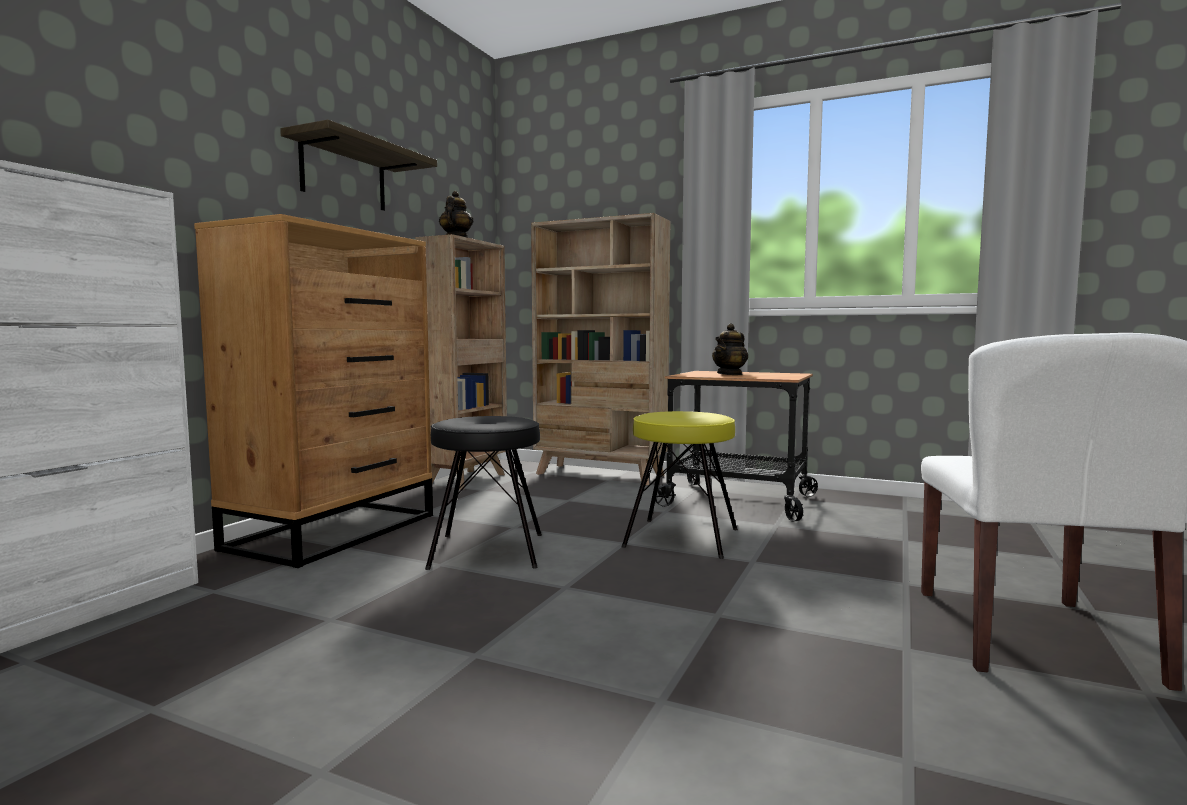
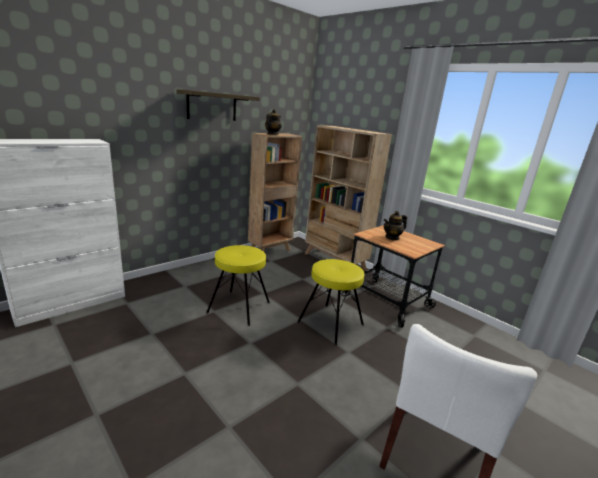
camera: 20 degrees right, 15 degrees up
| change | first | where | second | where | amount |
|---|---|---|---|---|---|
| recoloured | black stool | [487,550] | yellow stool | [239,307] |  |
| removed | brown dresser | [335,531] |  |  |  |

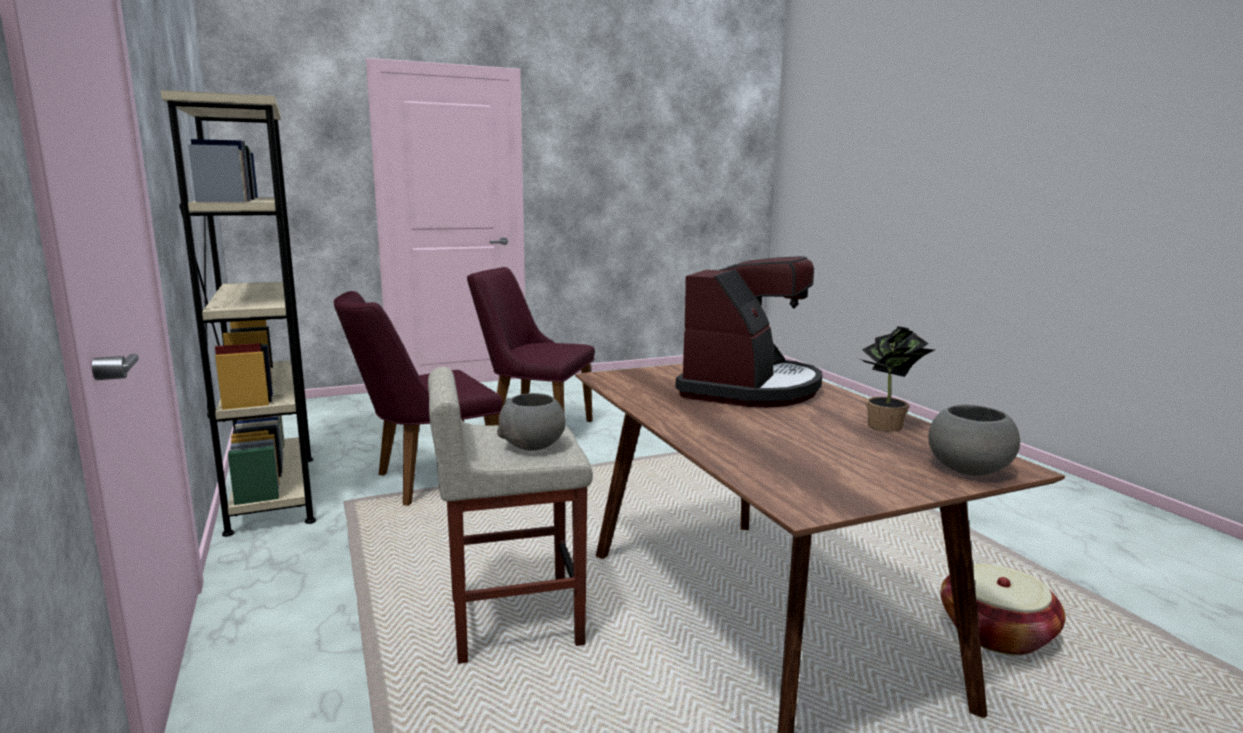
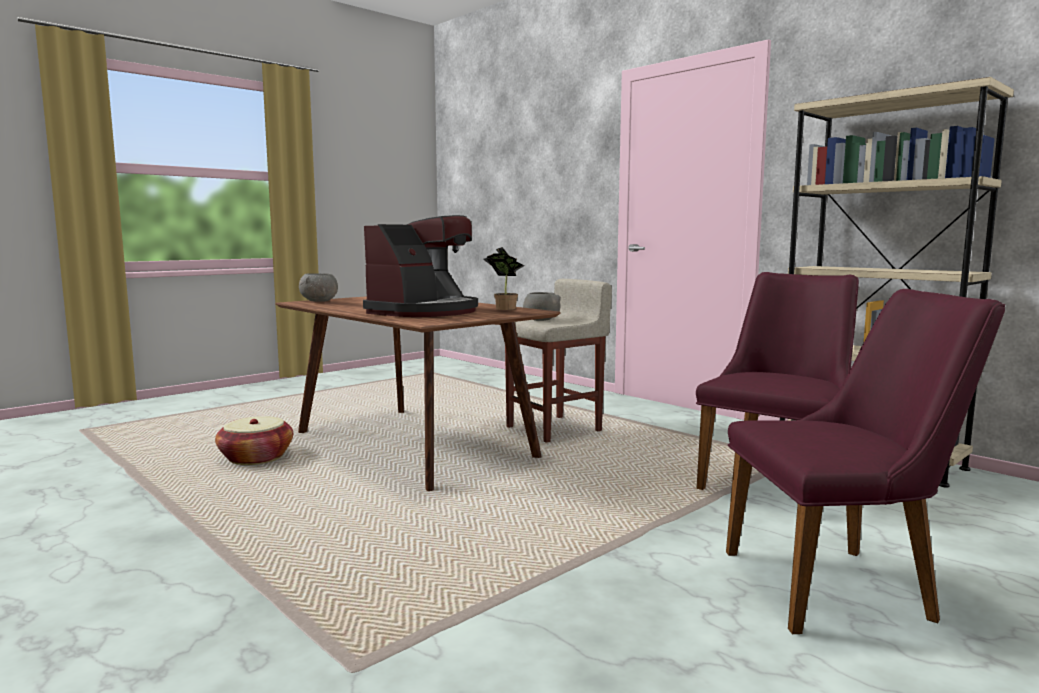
camera: 160 degrees right, 5 degrees down
| change | first | where | second | where | amount |
|---|---|---|---|---|---|
| turned | coffee machine | [749,388] |  | [425,312] | 150 degrees counterclockwise |
| moved | potted plant | [888,428] |  | [504,308] |  |

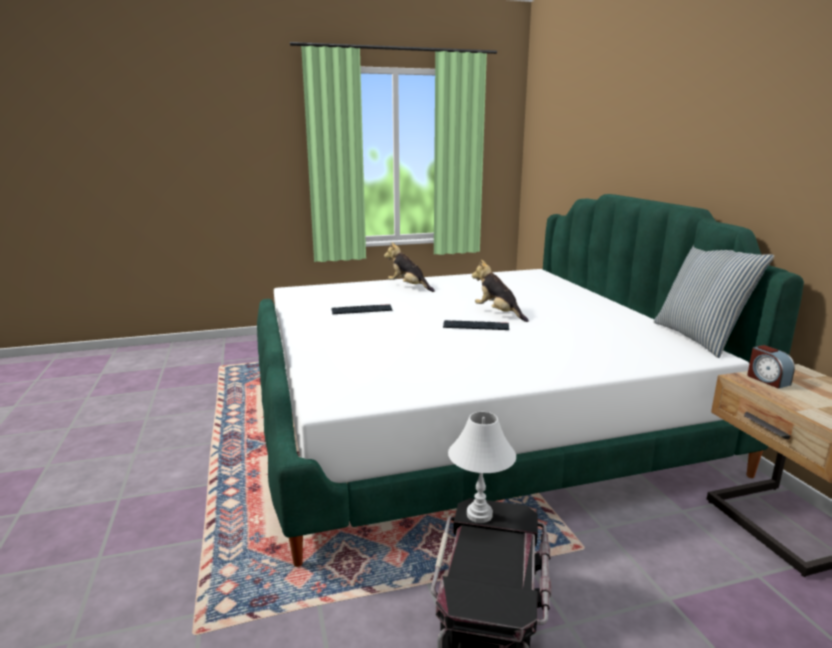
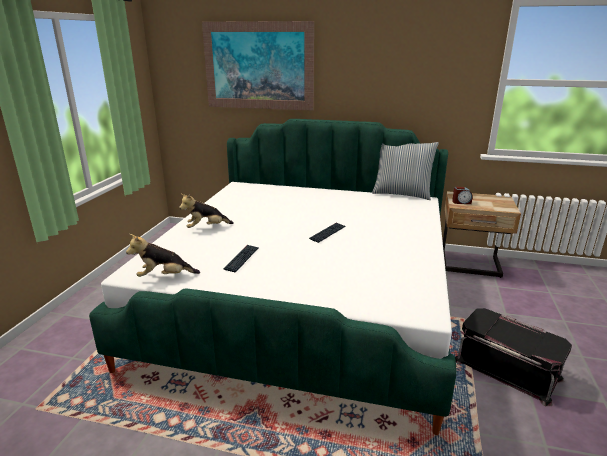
camera: 60 degrees left, 5 degrees up
| change | first | where | second | where | amount |
|---|---|---|---|---|---|
| moved | plush toy | [498,313] |  | [164,276] |  |
| added |  |  | picture | [258,66] |  |
| removed | white table lamp | [480,514] |  |  |  |

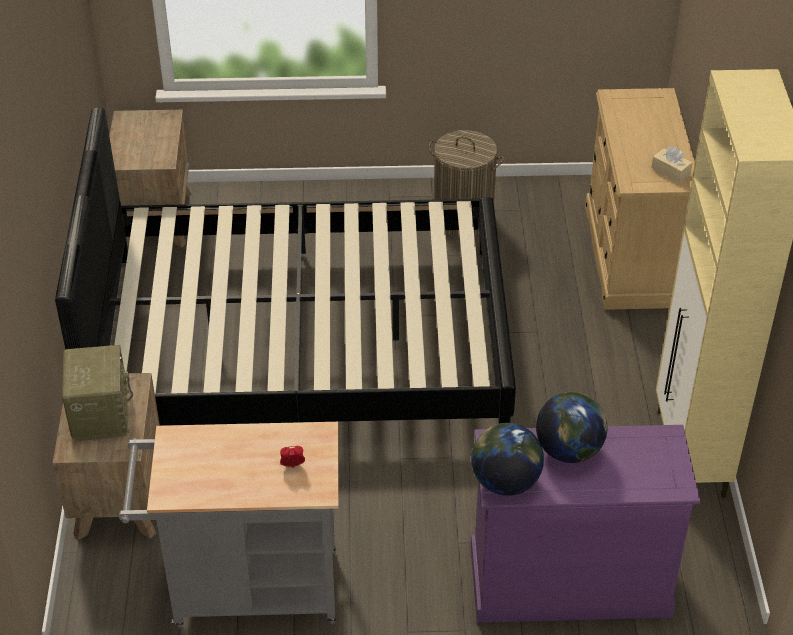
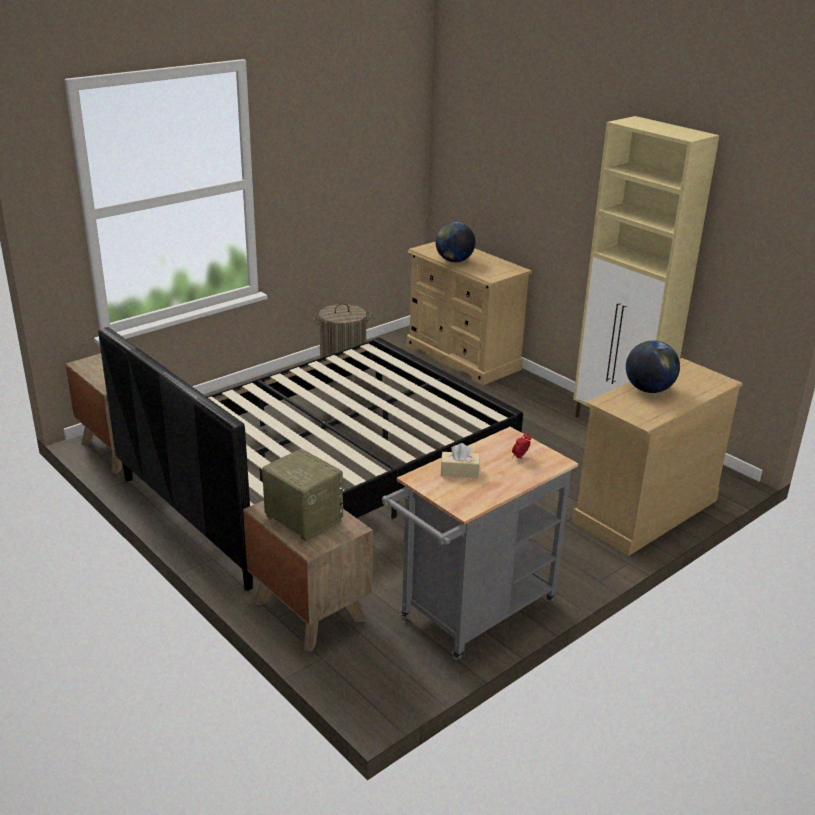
camera: 40 degrees left, 15 degrees down
| change | first | where | second | where | amount |
|---|---|---|---|---|---|
| moved | globe | [505,481] |  | [454,261] |  |
| moved | beige tissue box | [670,171] |  | [459,471] |  |
| recoloured | purple dresser | [569,580] | beige dresser | [644,511] |  |

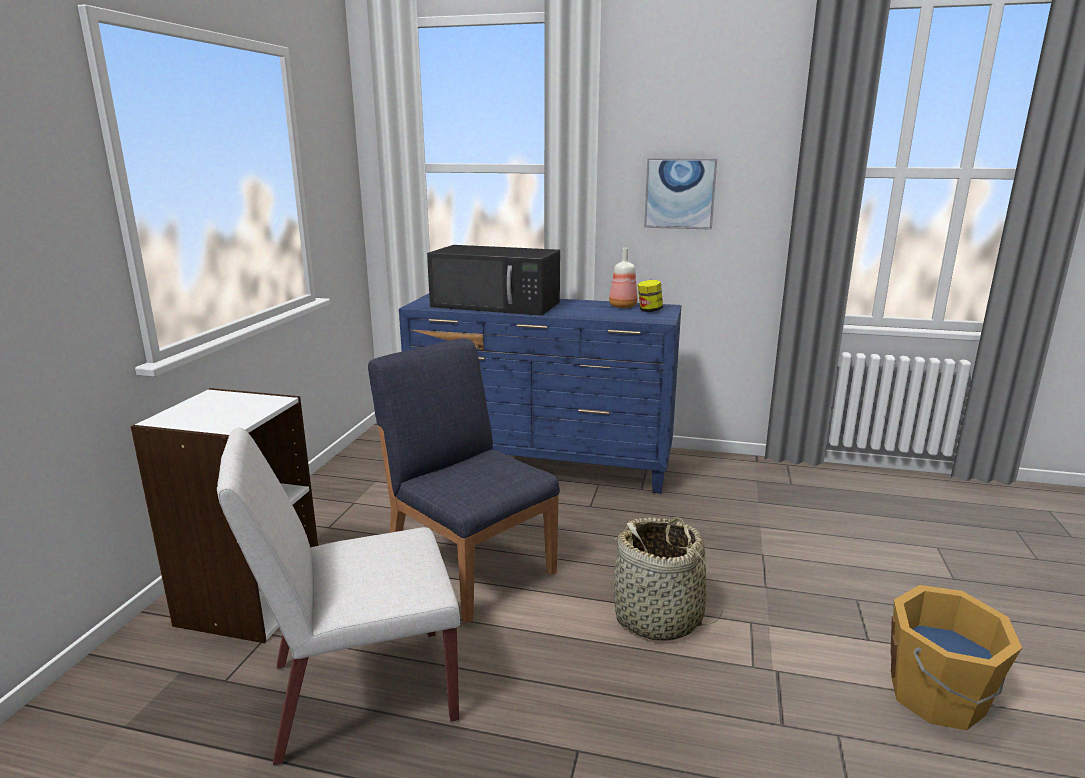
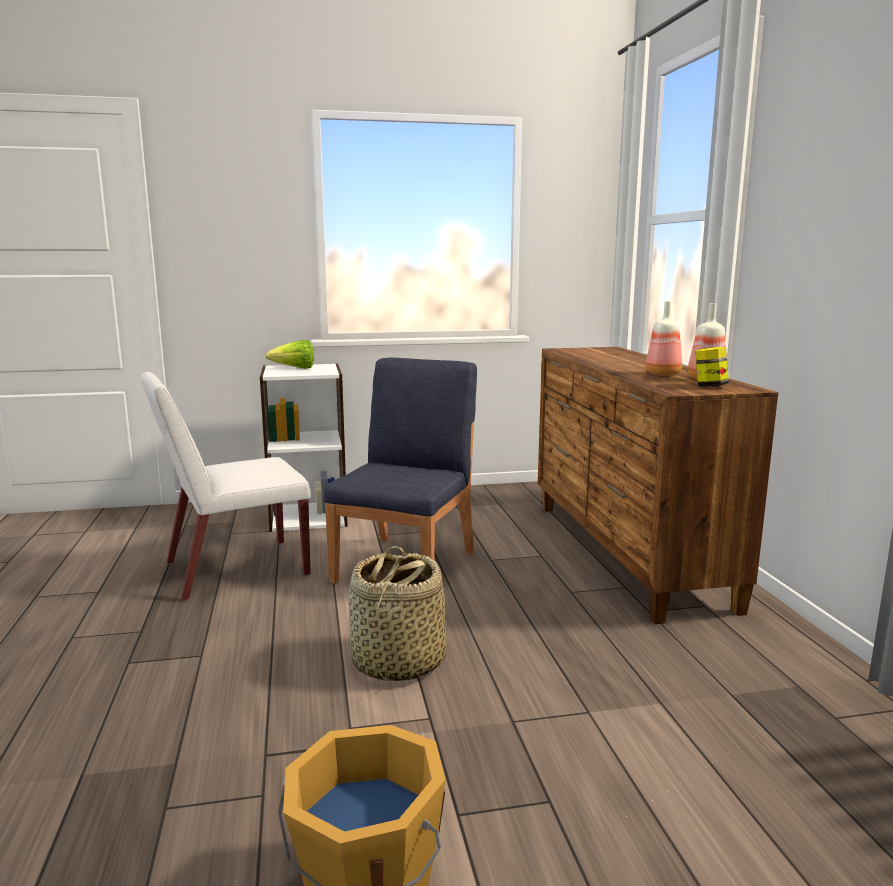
camera: 65 degrees right, 5 degrees down
| change | first | where | second | where | amount |
|---|---|---|---|---|---|
| turned | white chair | [360,692] |  | [235,569] | 75 degrees counterclockwise |
| added |  |  | lettuce | [295,369] |  |
| recoloured | blue dresser | [542,465] | brown dresser | [625,553] |  |
| added |  |  | bottle | [664,374] |  |
| removed | black microwave | [497,304] |  |  |  |
| removed | picture | [680,193] |  |  |  |

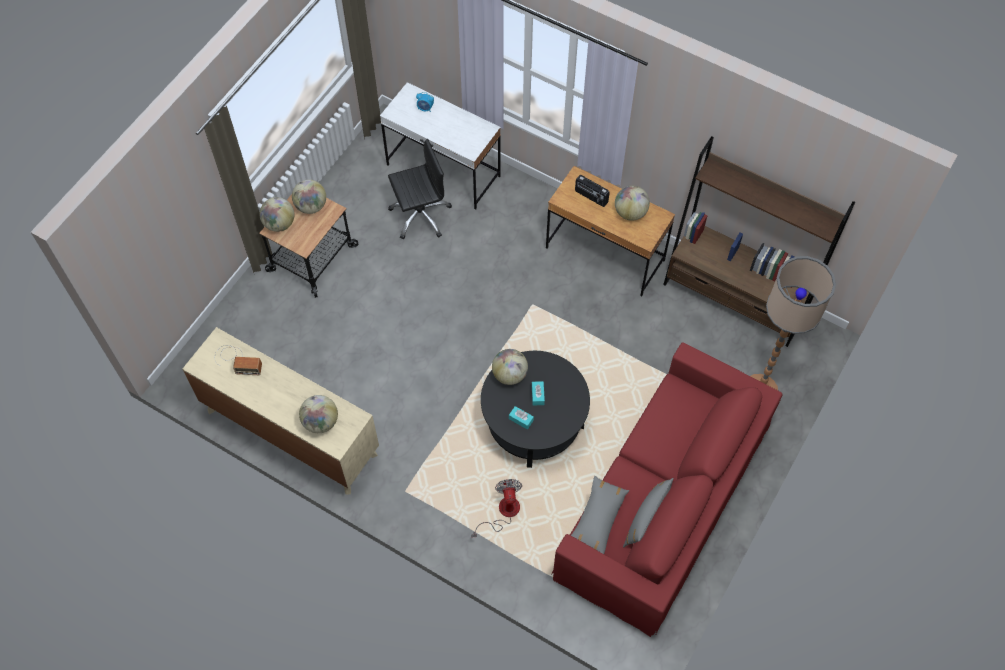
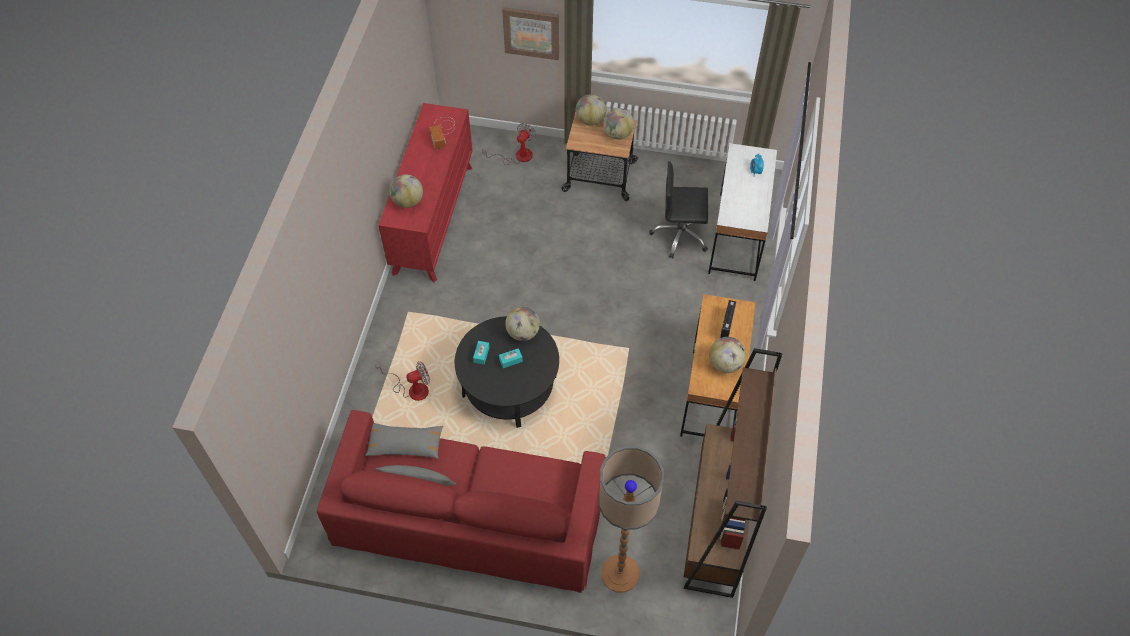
camera: 70 degrees right, 5 degrees down
| change | first | where | second | where | amount |
|---|---|---|---|---|---|
| recoloured | beige dresser | [291,432] | red dresser | [433,218] |  |
| added |  |  | fan | [517,156] |  |
| added |  |  | picture | [531,32] |  |
| turned | black office chair | [420,215] |  | [680,235] | 135 degrees clockwise |

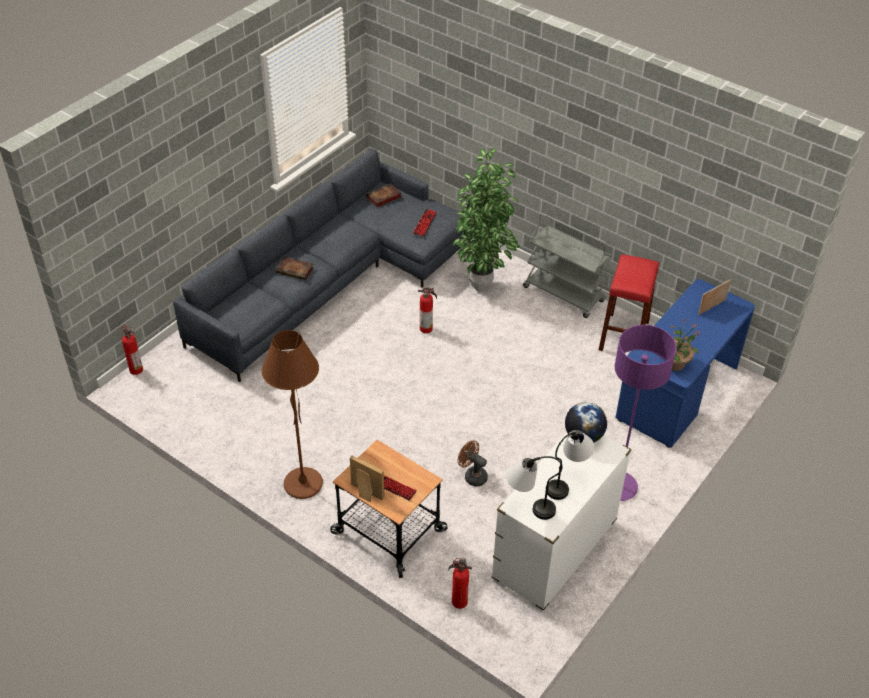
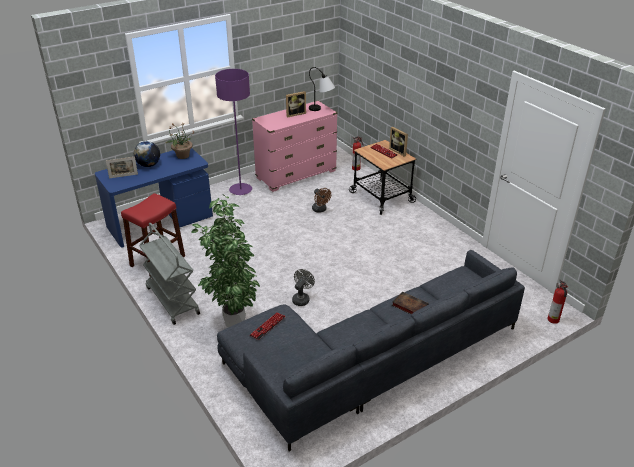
camera: 160 degrees left, 10 degrees down
| change | first | where | second | where | amount |
|---|---|---|---|---|---|
| moved | globe | [583,436] |  | [148,165] |  |
| recoloured | white dresser | [554,552] | pink dresser | [296,175] |  |
| replaced | table lamp | [567,482] | picture frame | [295,114] |  |
| replaced | fire extinguisher | [427,329] | grey fan | [302,298] |  |
| removed | brown floor lamp | [303,484] |  |  |  |
| removed | book | [383,197] |  |  |  |

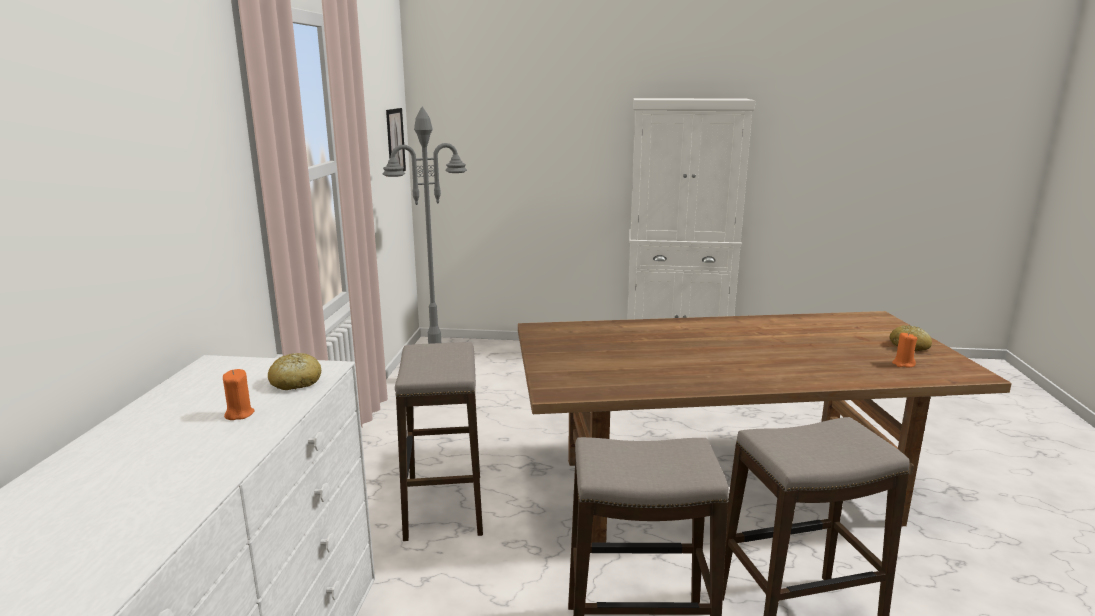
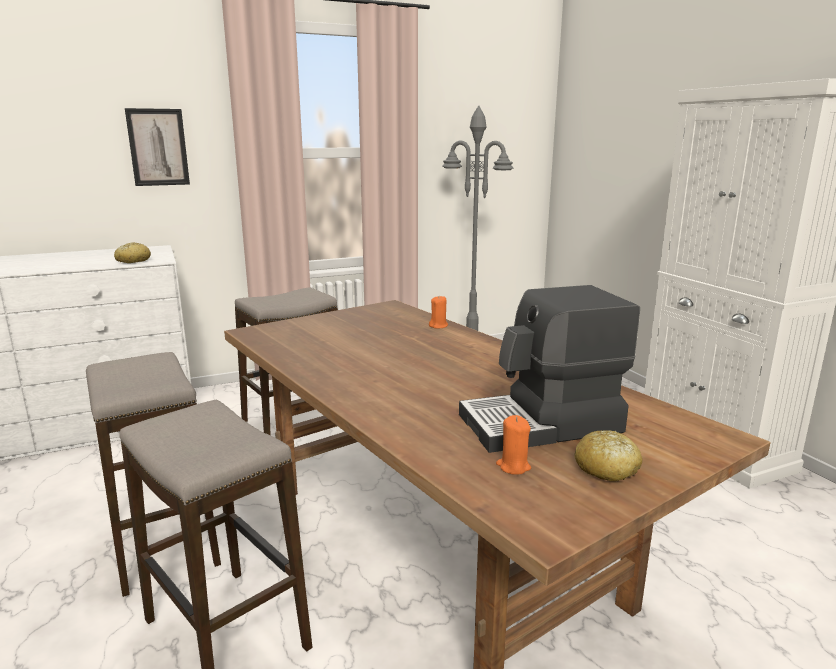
camera: 60 degrees right, 0 degrees up
| change | first | where | second | where | amount |
|---|---|---|---|---|---|
| moved | picture | [395,141] |  | [158,147] |  |
| moved | orange candle | [239,414] |  | [438,326] |  |
| added |  |  | coffee machine | [542,424] |  |

